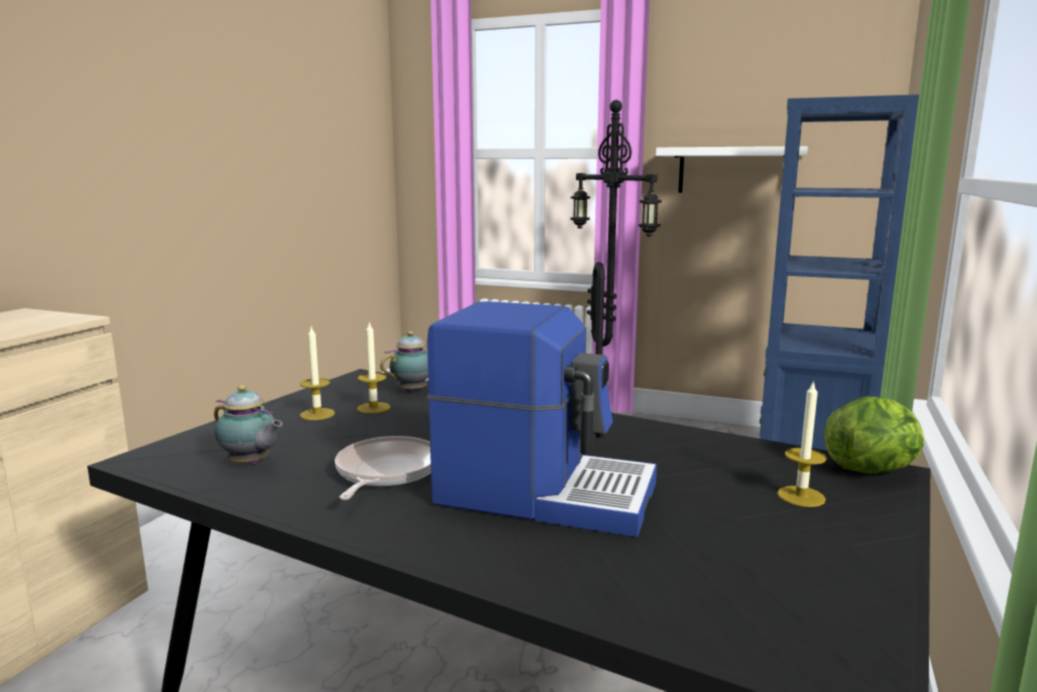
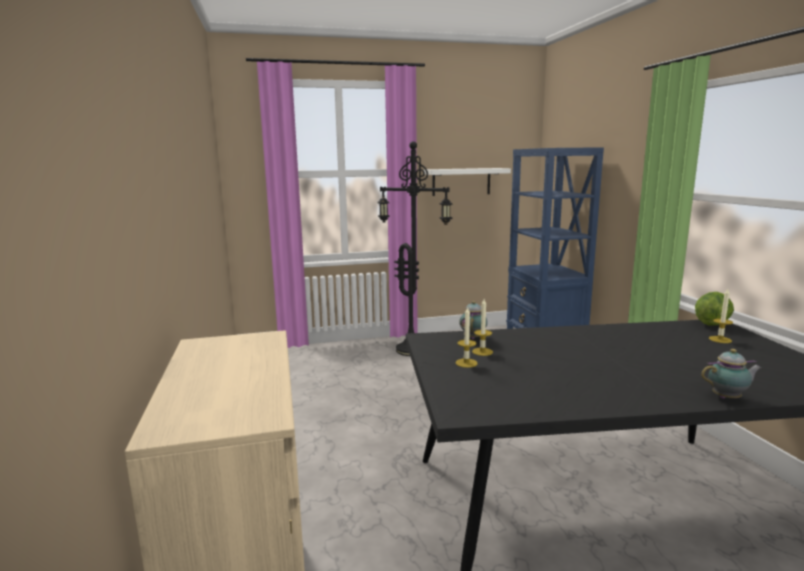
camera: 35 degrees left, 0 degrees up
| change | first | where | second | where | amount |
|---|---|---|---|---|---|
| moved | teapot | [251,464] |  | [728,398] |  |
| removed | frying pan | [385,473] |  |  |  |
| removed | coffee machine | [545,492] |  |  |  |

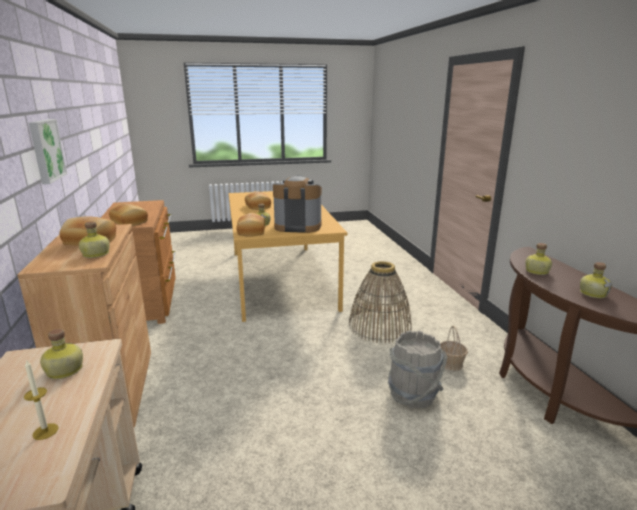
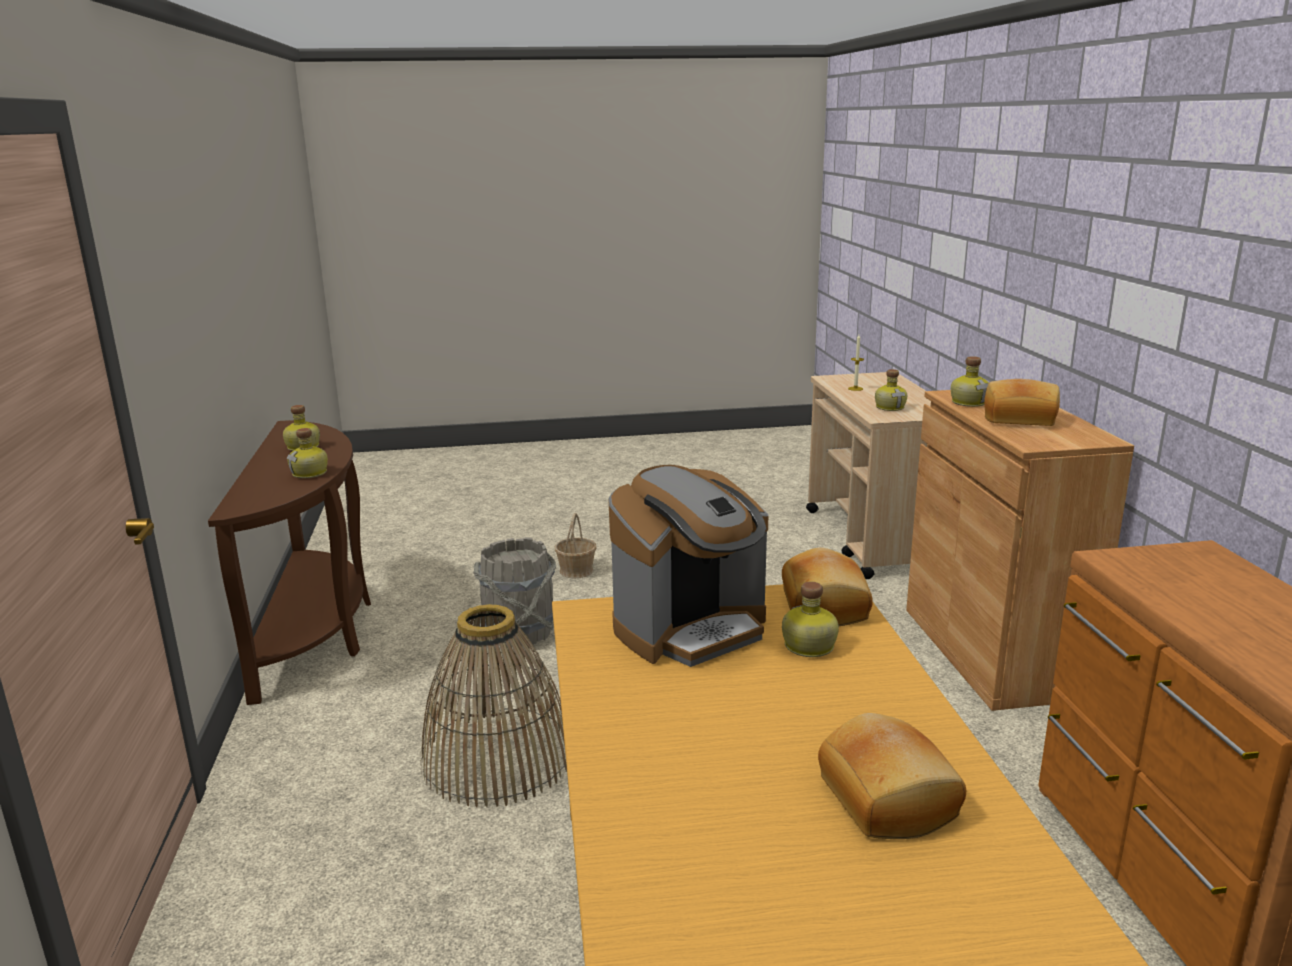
camera: 175 degrees left, 0 degrees up
| change | first | where | second | where | amount |
|---|---|---|---|---|---|
| moved | basket | [451,364] |  | [576,571] |  |
| turned | coffee machine | [297,226] |  | [691,629] | 45 degrees counterclockwise |
| removed | picture | [45,150] |  |  |  |
| removed | bread | [130,222] |  |  |  |

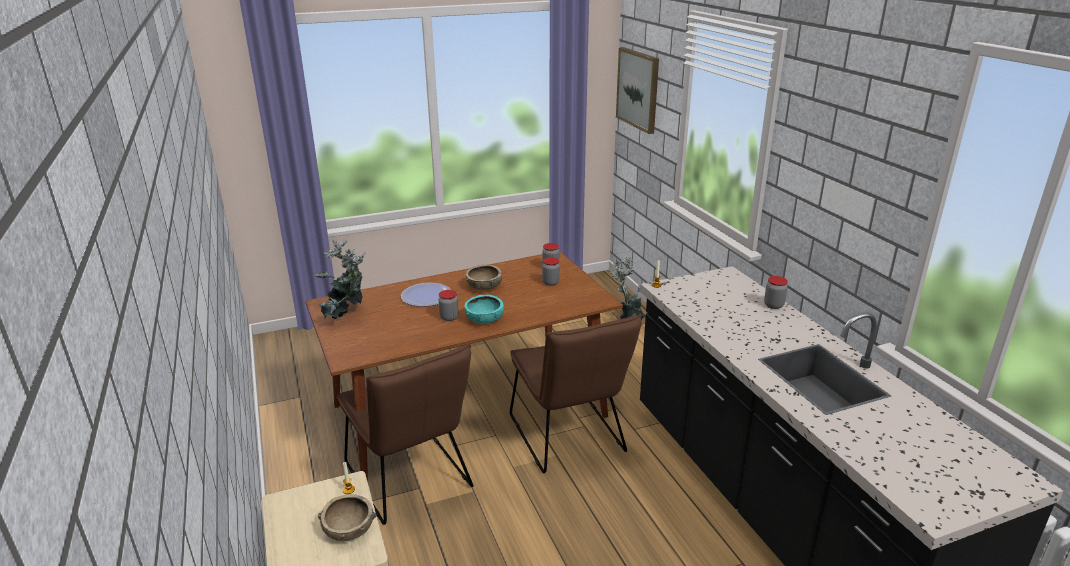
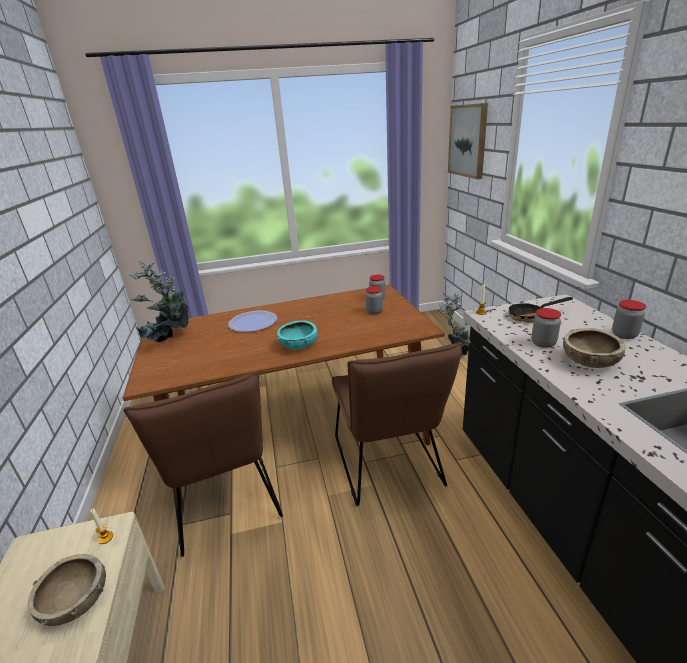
camera: 10 degrees right, 0 degrees up
| change | first | where | second | where | amount |
|---|---|---|---|---|---|
| added |  |  | frying pan | [531,316] |  |
| moved | jar | [449,317] |  | [543,343] |  |
| moved | brown bowl | [484,287] |  | [589,361] |  |

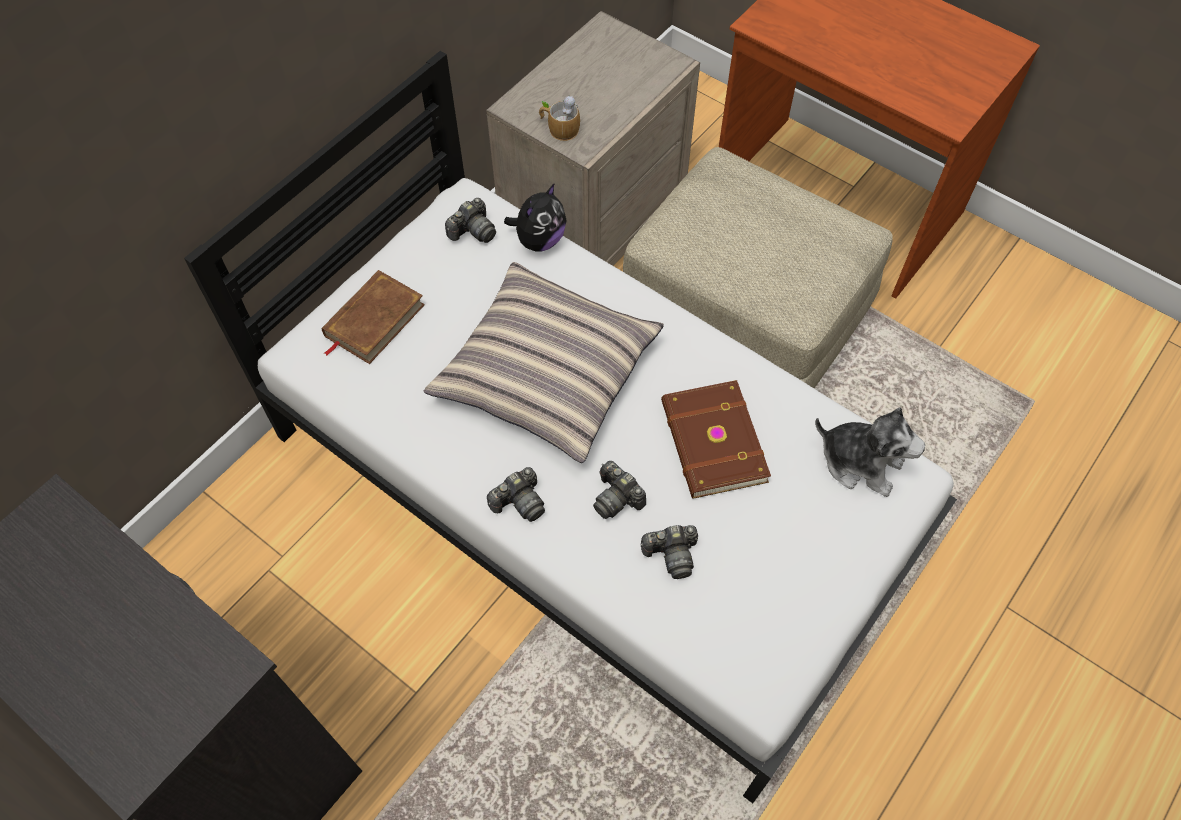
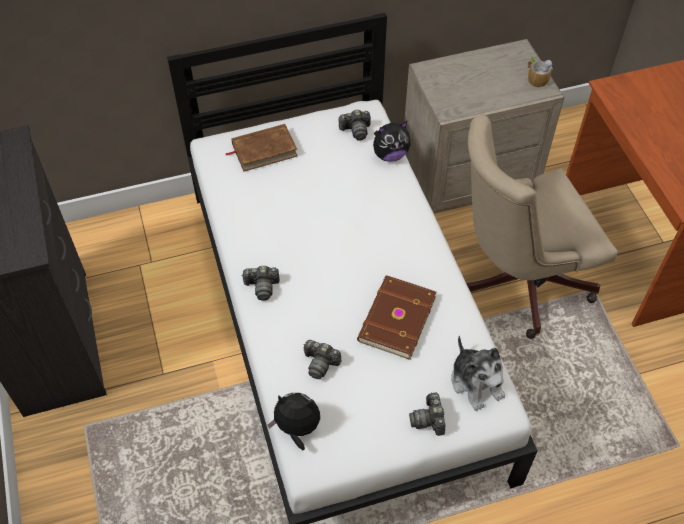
camera: 35 degrees right, 5 degrees down
| change | first | where | second | where | amount |
|---|---|---|---|---|---|
| added |  |  | plush toy | [297,428] |  |
| moved | photo camera | [617,498] |  | [429,419] |  |
| replaced | beige ottoman | [741,318] | beige office chair | [516,281] |  |
| moved | mug | [559,127] |  | [536,78] |  |
| removed | pillow | [547,372] |  |  |  |

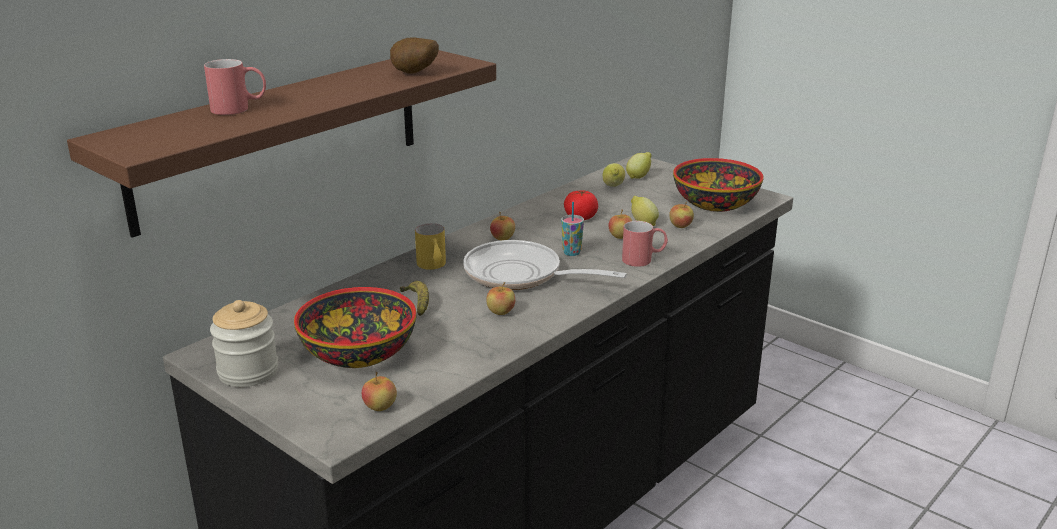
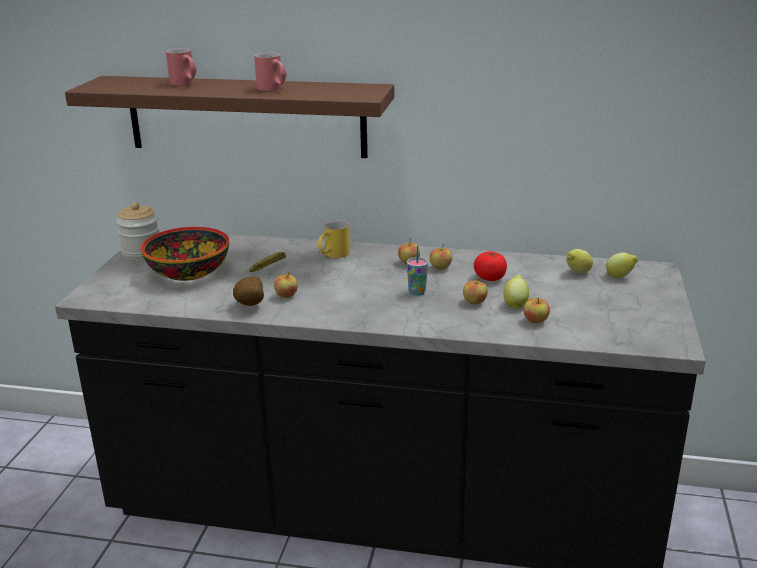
camera: 60 degrees right, 0 degrees up
| change | first | where | second | where | amount |
|---|---|---|---|---|---|
| moved | potato | [414,74] |  | [249,306] |  |
| moved | red mug | [644,259] |  | [273,89] |  |
| moved | apple | [380,407] |  | [440,268] |  |
| removed | frying pan | [520,275] |  |  |  |
| removed | bowl | [716,204] |  |  |  |

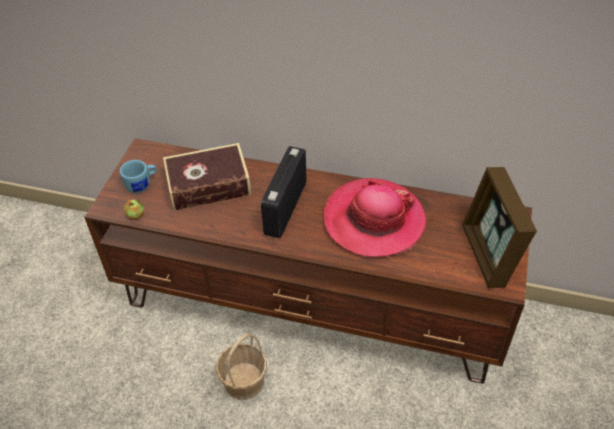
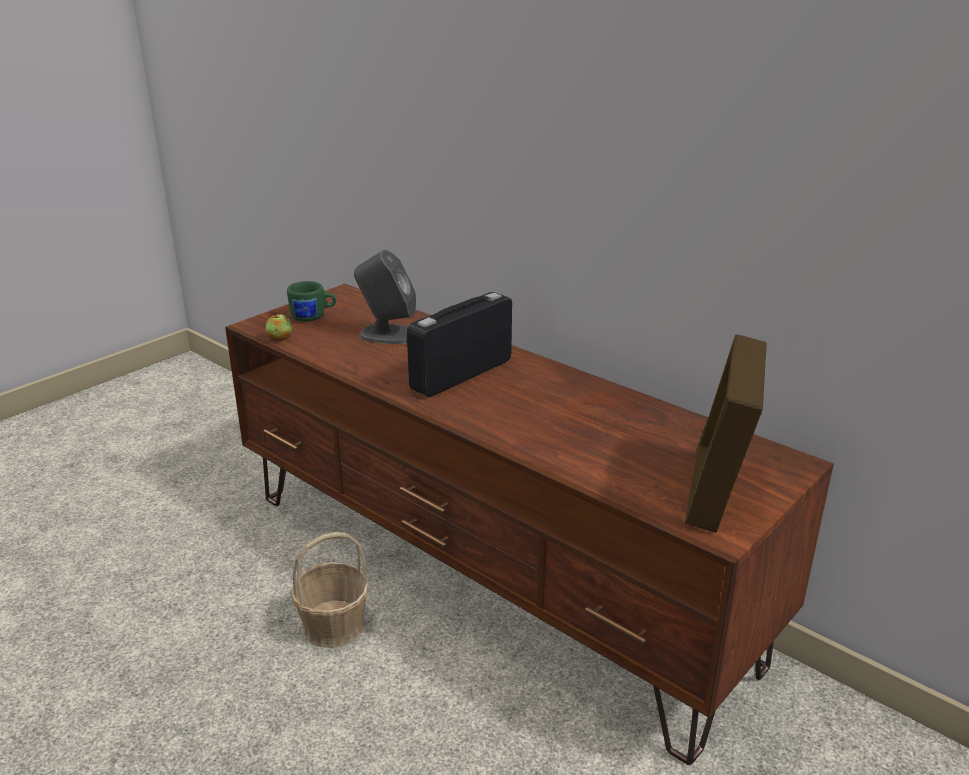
camera: 25 degrees right, 20 degrees down
| change | first | where | second | where | amount |
|---|---|---|---|---|---|
| recoloured | blue mug | [142,184] | green mug | [313,317] |  |
| replaced | book | [208,185] | grey speaker | [387,334] |  |
| removed | hat | [374,220] |  |  |  |

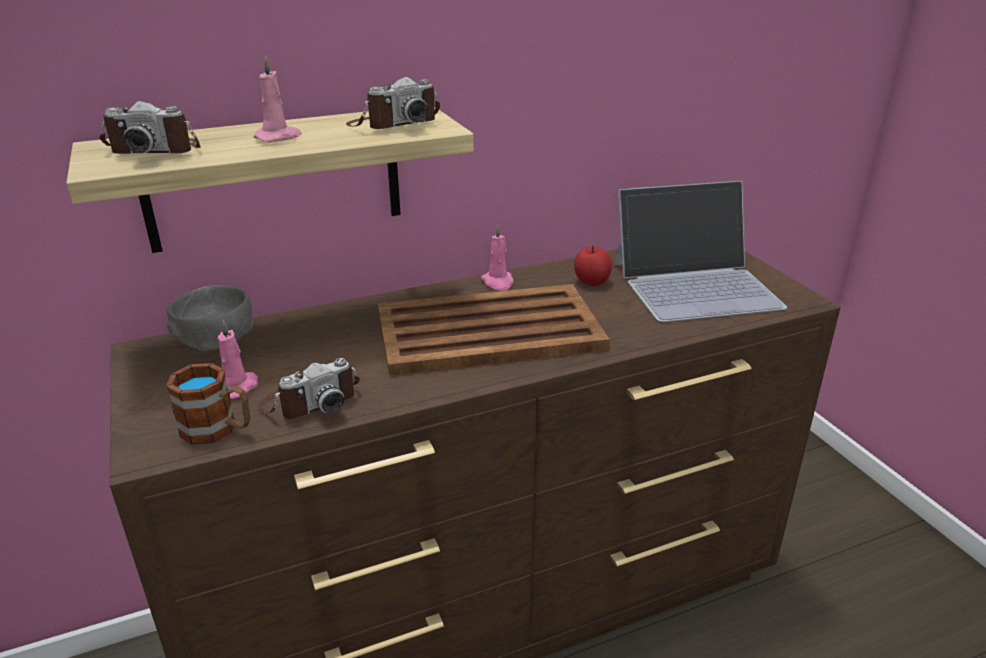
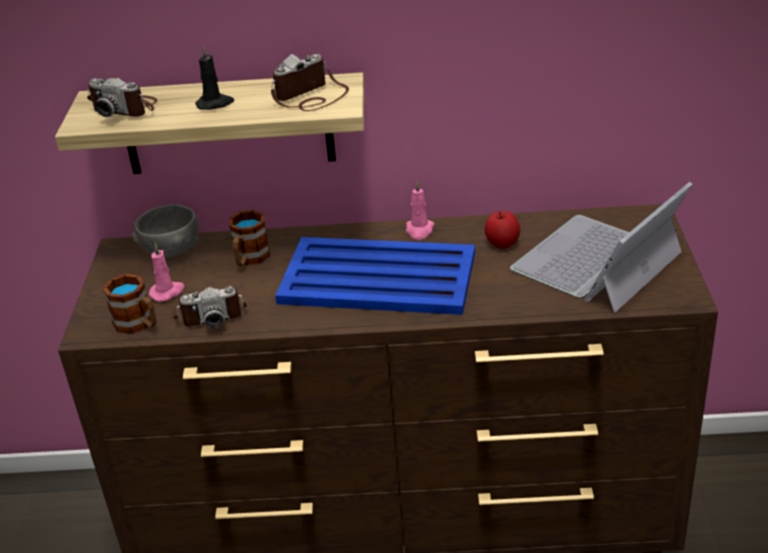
camera: 25 degrees right, 5 degrees up
| change | first | where | second | where | amount |
|---|---|---|---|---|---|
| recoloured | pink candle | [279,137] | black candle | [215,104] |  |
| added |  |  | mug | [249,259] |  |
| turned | photo camera | [394,124] |  | [310,97] | 150 degrees clockwise |
| recoloured | brown tray | [491,331] | blue tray | [380,278] |  |
| turned | laptop | [696,284] |  | [597,262] | 120 degrees clockwise |

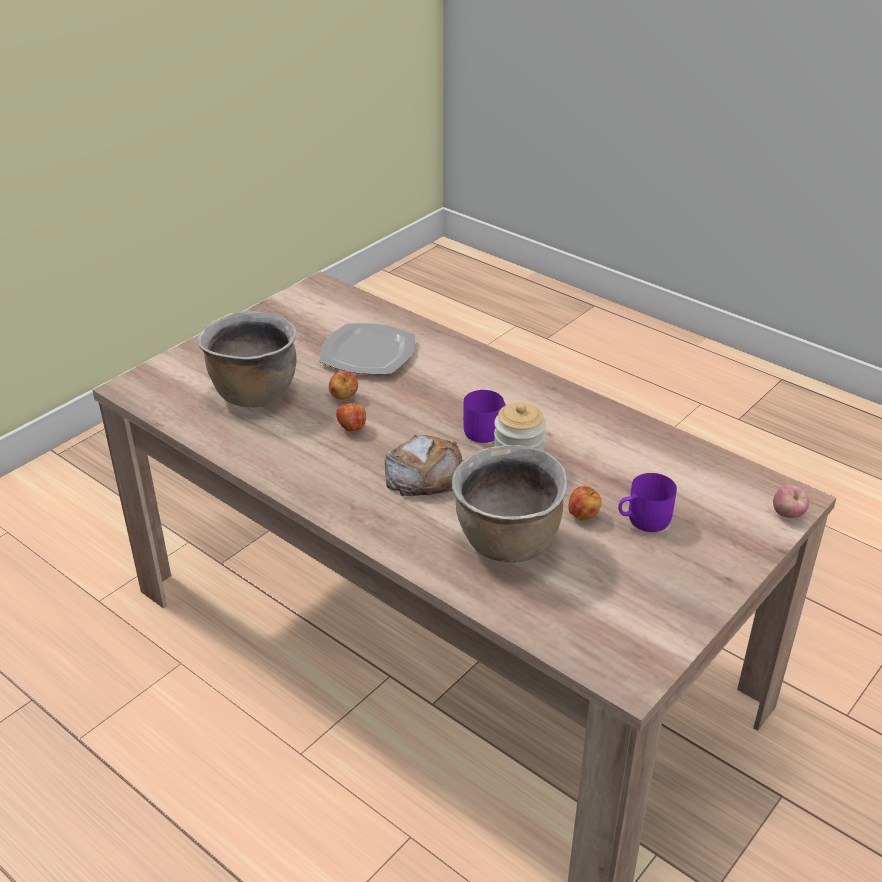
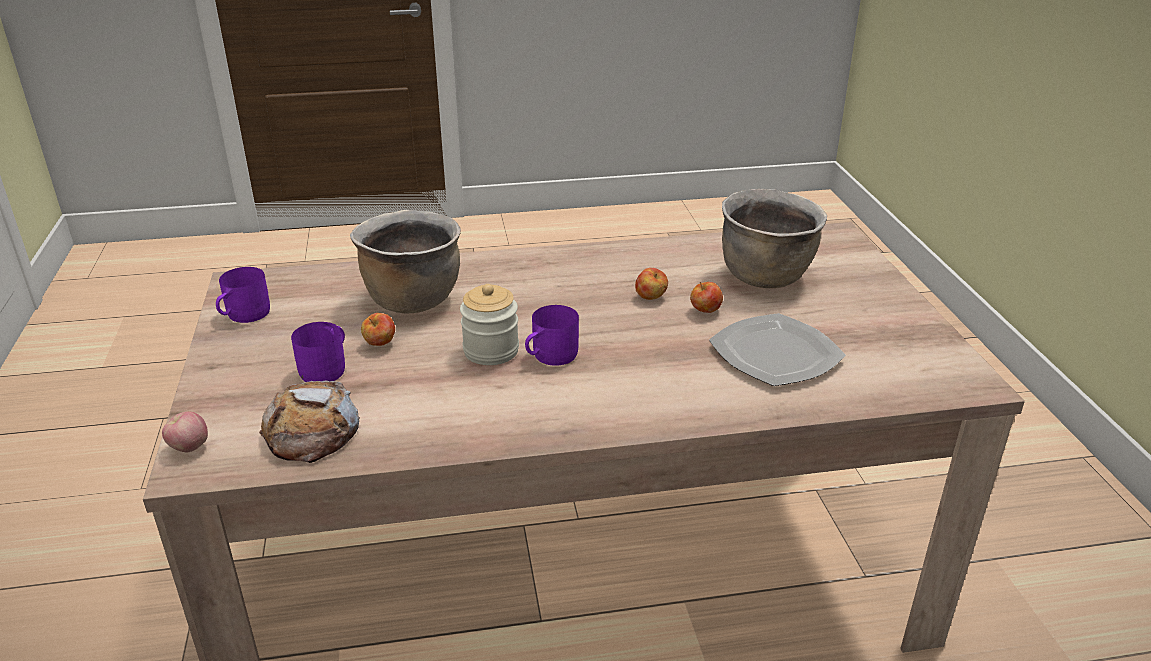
camera: 130 degrees right, 5 degrees down
| change | first | where | second | where | amount |
|---|---|---|---|---|---|
| added |  |  | purple mug | [243,315] |  |
| moved | bread | [424,474] |  | [311,431] |  |

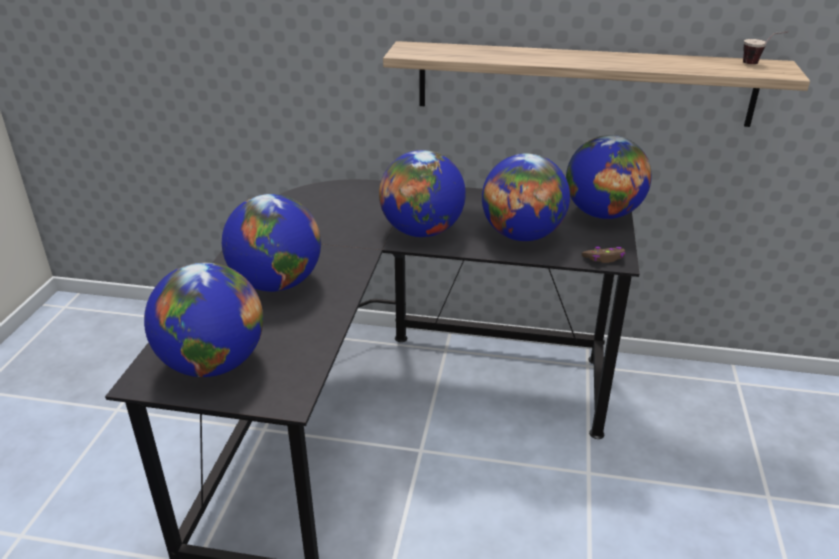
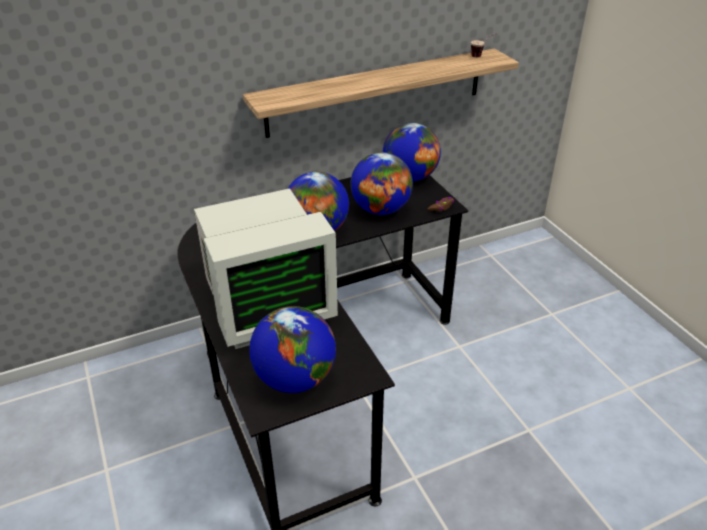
camera: 35 degrees left, 5 degrees up
| change | first | where | second | where | amount |
|---|---|---|---|---|---|
| replaced | globe | [277,283] | monitor | [267,307] |  |

